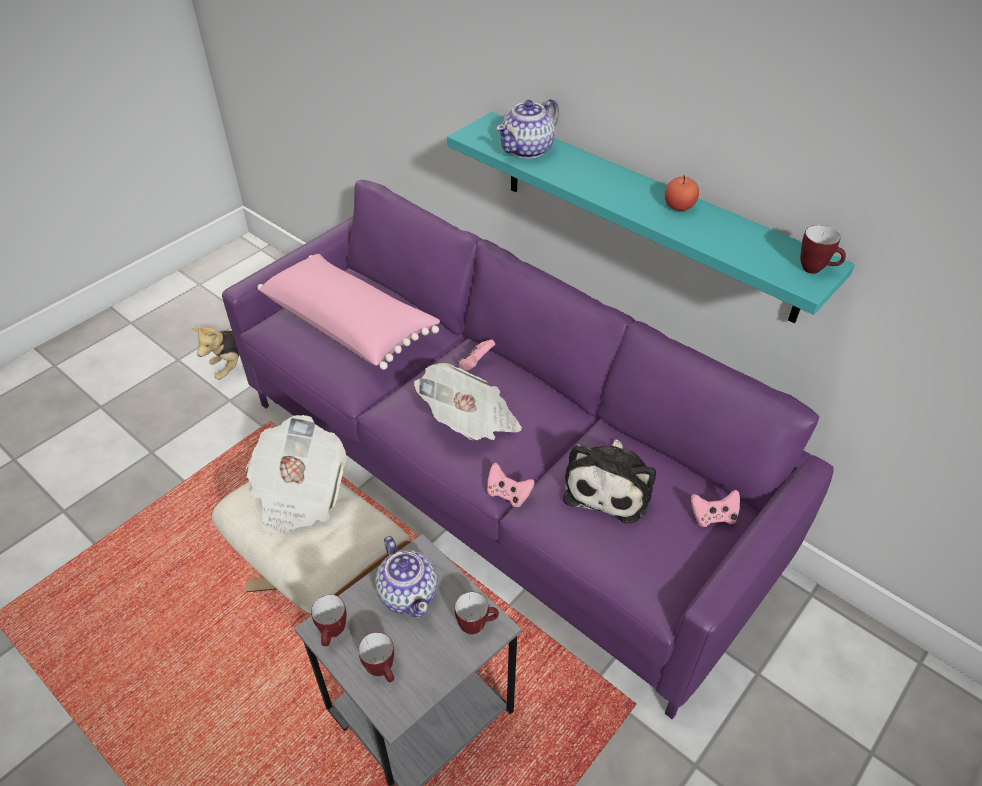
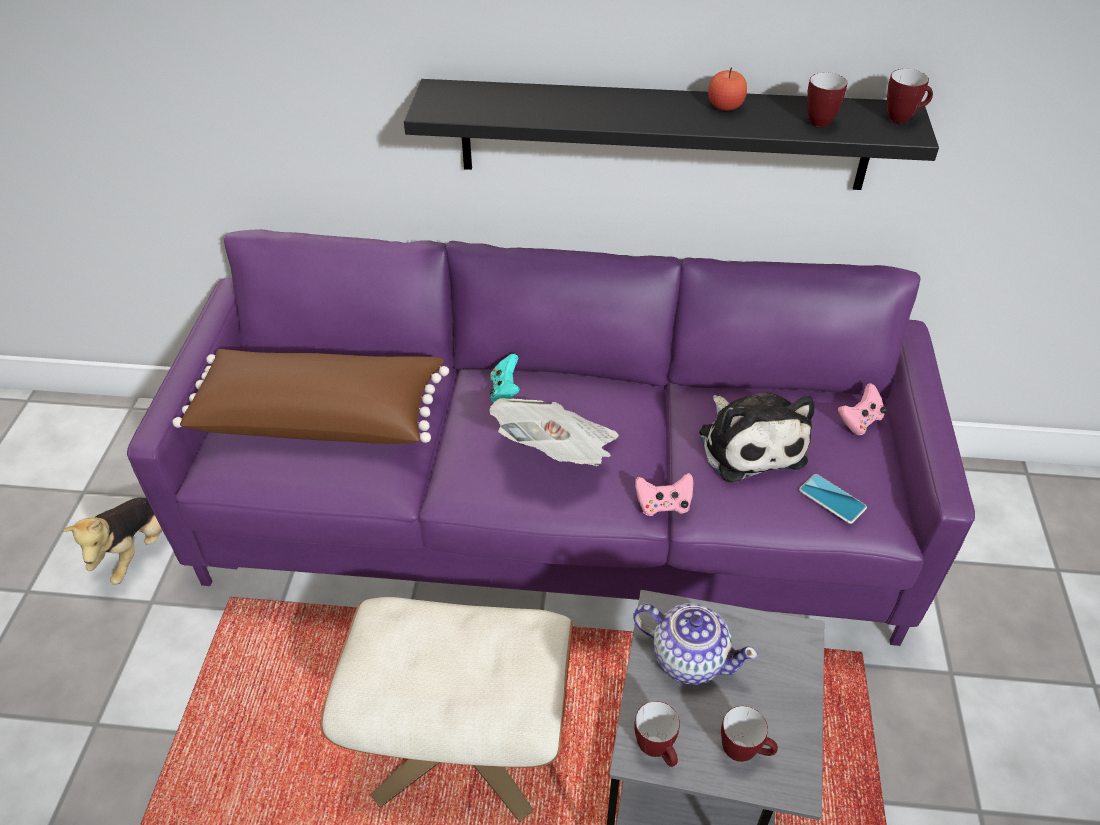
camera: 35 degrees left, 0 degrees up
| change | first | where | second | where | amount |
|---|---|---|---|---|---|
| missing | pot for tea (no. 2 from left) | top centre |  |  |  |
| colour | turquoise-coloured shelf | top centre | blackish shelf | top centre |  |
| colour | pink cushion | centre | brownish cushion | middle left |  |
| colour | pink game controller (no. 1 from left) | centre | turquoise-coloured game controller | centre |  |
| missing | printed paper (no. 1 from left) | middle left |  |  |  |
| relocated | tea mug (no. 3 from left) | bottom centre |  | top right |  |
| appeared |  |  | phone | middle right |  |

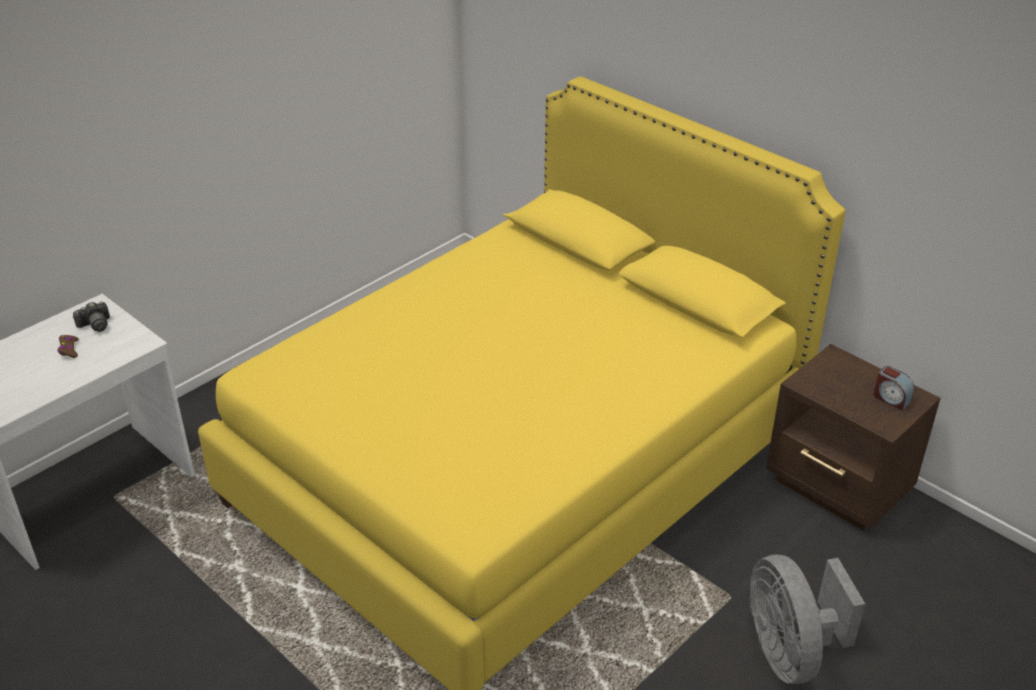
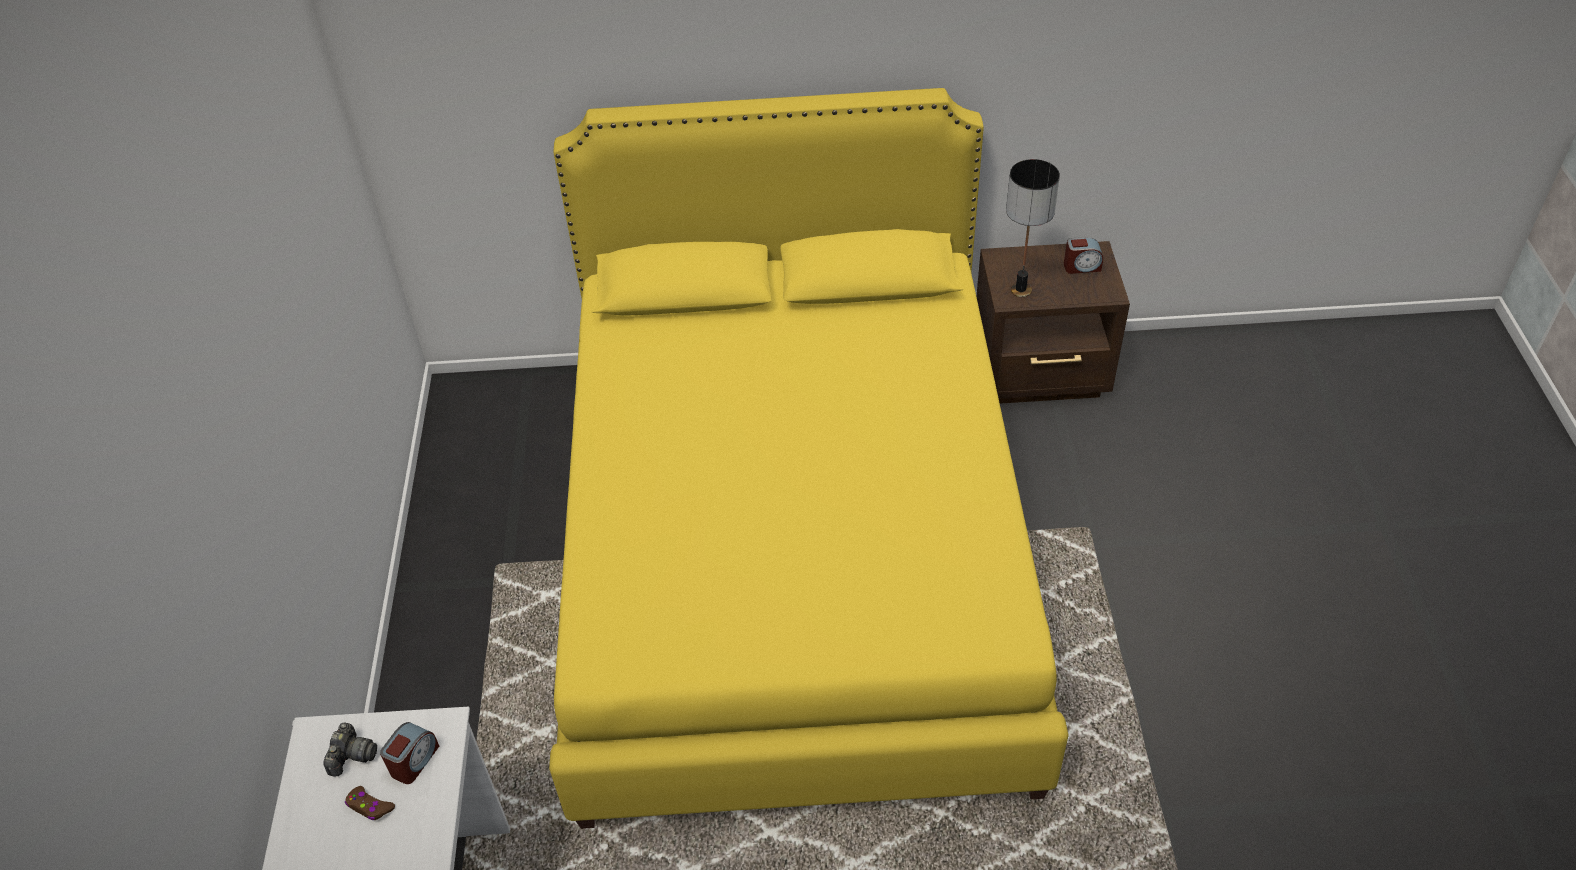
camera: 45 degrees left, 10 degrees up
| change | first | where | second | where | amount |
|---|---|---|---|---|---|
| missing | greyish cooling fan | bottom right |  |  |  |
| appeared |  |  | tabletop lamp | top centre |  |
| appeared |  |  | bedside clock (no. 1 from left) | bottom left |  |

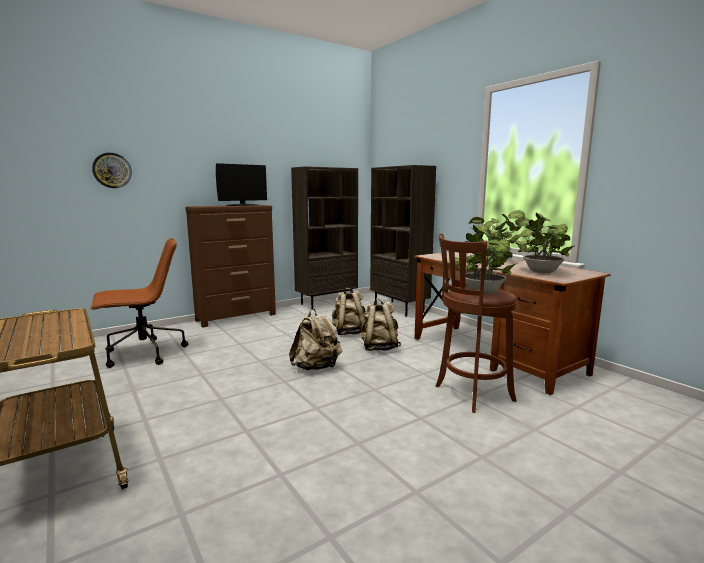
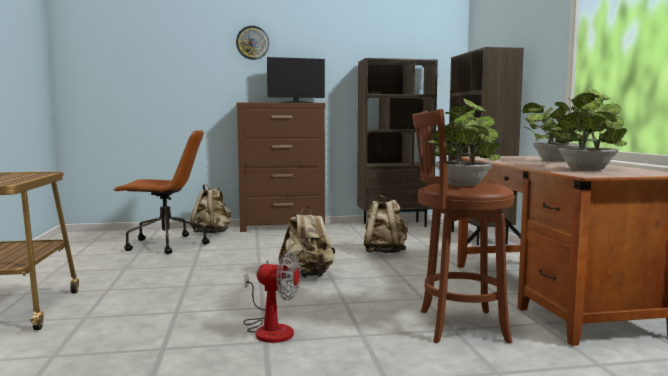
camera: 25 degrees right, 5 degrees down
| change | first | where | second | where | amount |
|---|---|---|---|---|---|
| relocated | wall clock | top left |  | top centre |  |
| relocated | beige-coloured backpack (no. 3 from left in the first image) | centre | beige-coloured backpack (no. 1 from left) | middle left |  |
| appeared |  |  | cooling fan | bottom centre |  |

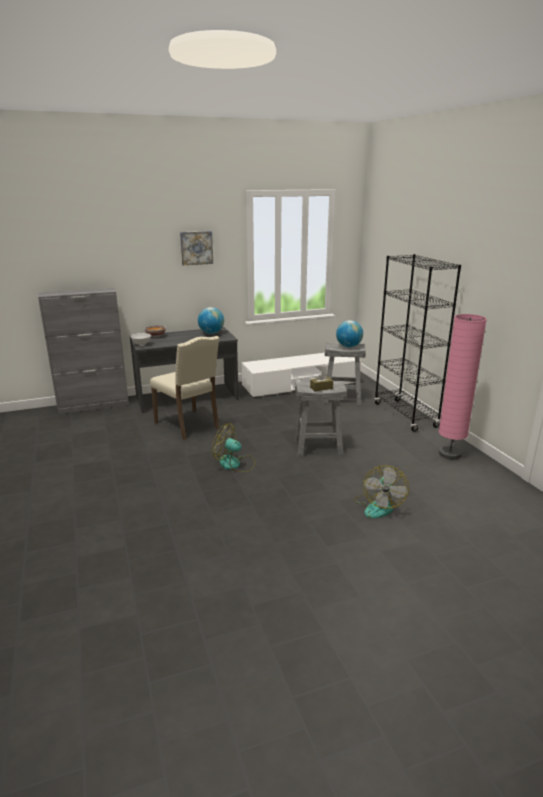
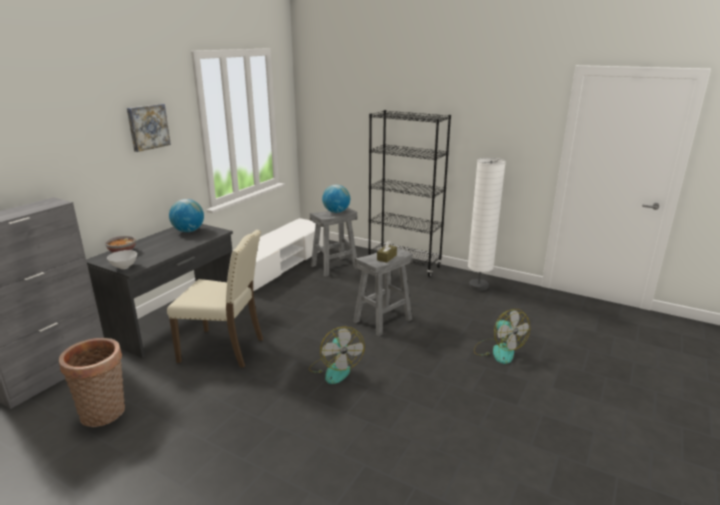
camera: 40 degrees left, 0 degrees up
| change | first | where | second | where | amount |
|---|---|---|---|---|---|
| colour | pink floor lamp | middle right | white floor lamp | middle right |  |
| spun | cooling fan (no. 1 from left) | centre |  | bottom centre | 90 degrees counterclockwise |
| appeared |  |  | household basket | bottom left |  |

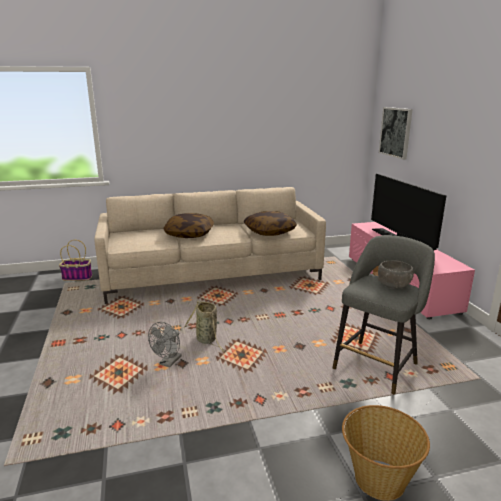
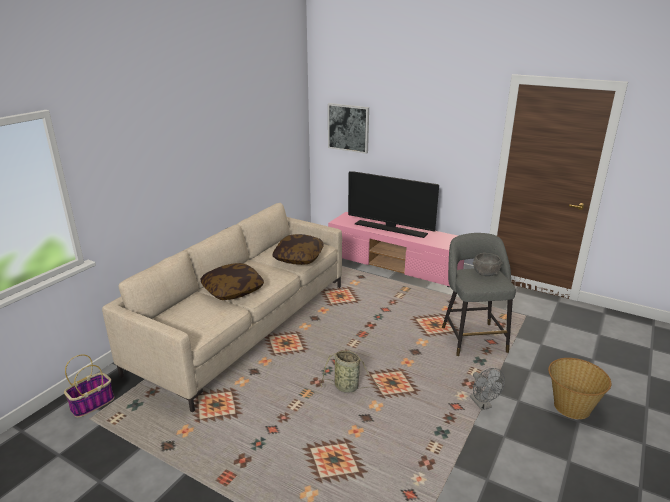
camera: 45 degrees left, 5 degrees up
| change | first | where | second | where | amount |
|---|---|---|---|---|---|
| relocated | greyish cooling fan | bottom left |  | bottom right |  |

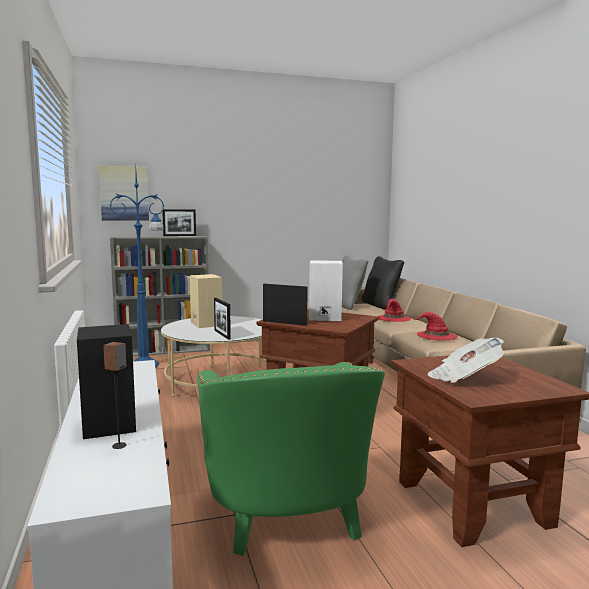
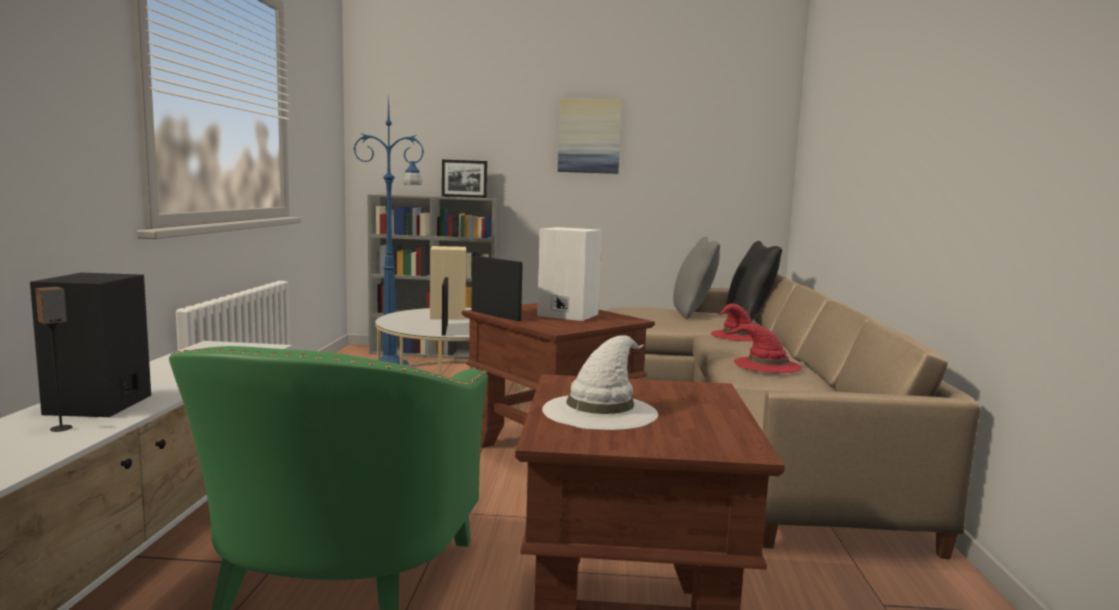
camera: 20 degrees right, 0 degrees up
| change | first | where | second | where | amount |
|---|---|---|---|---|---|
| relocated | picture | top left |  | top centre |  |
| exchanged | printed paper | middle right | white wearable hat | centre |  |

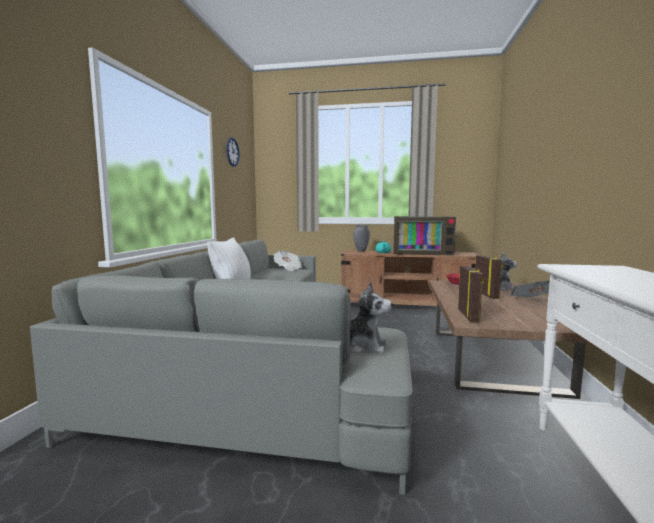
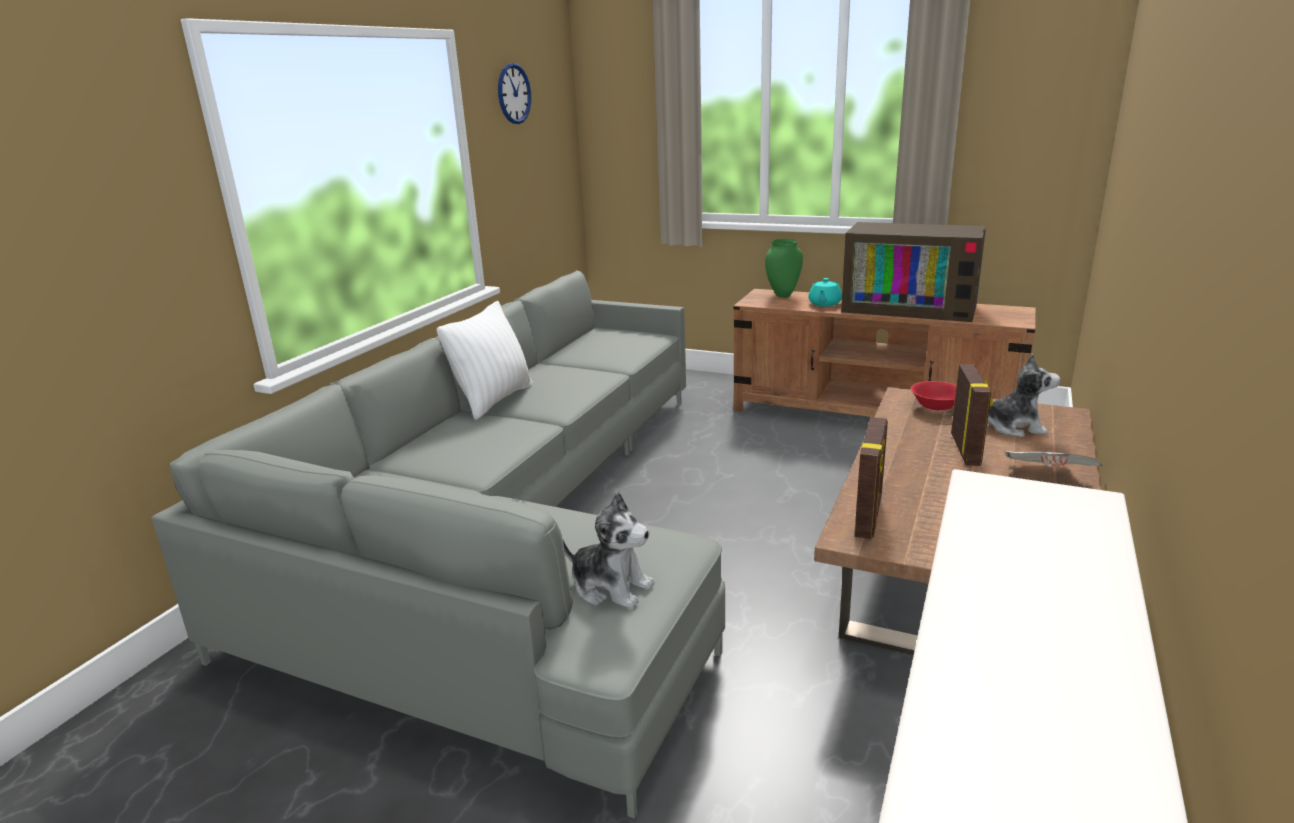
camera: 15 degrees right, 15 degrees up
| change | first | where | second | where | amount |
|---|---|---|---|---|---|
| colour | greyish decorative vase | centre | green-coloured decorative vase | top centre |  |
| missing | printed paper (no. 1 from left) | centre |  |  |  |

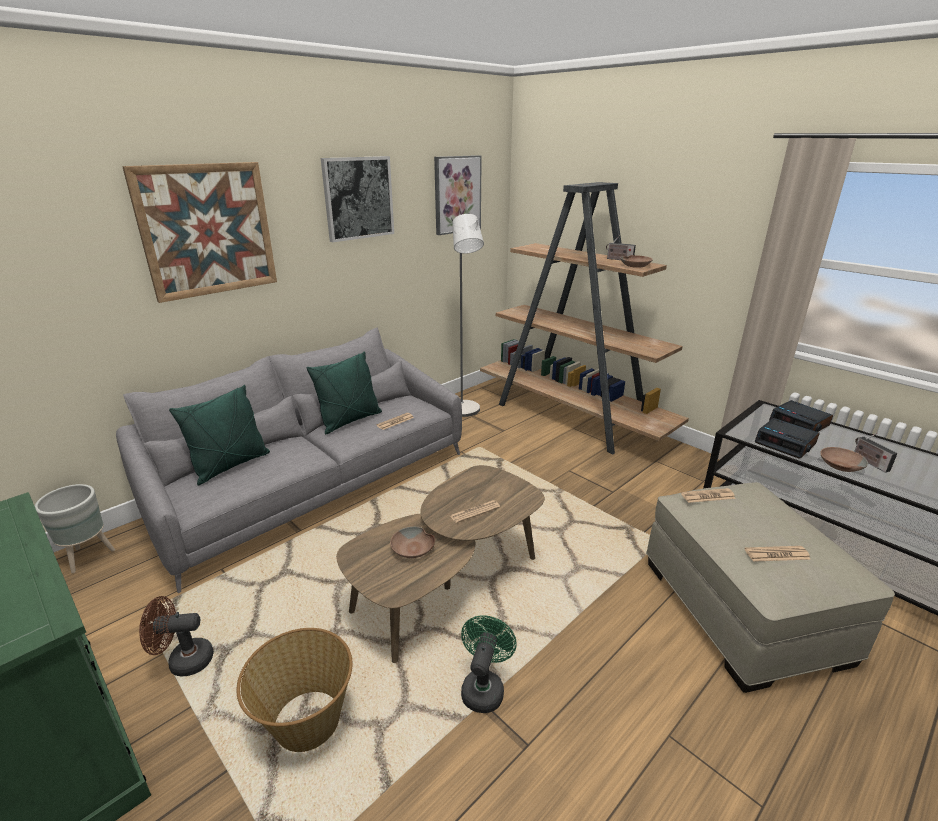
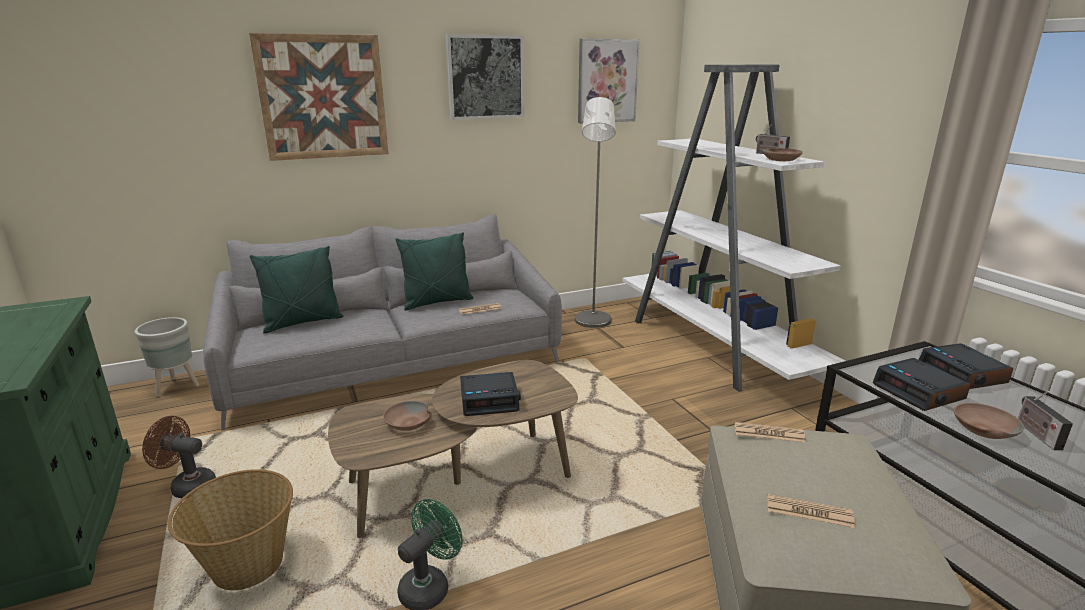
camera: 20 degrees right, 5 degrees down
| change | first | where | second | where | amount |
|---|---|---|---|---|---|
| colour | brownish bookcase | centre | white bookcase | middle right |  |
| exchanged | printed paper (no. 2 from left) | centre | bedside clock (no. 1 from left) | centre |  |

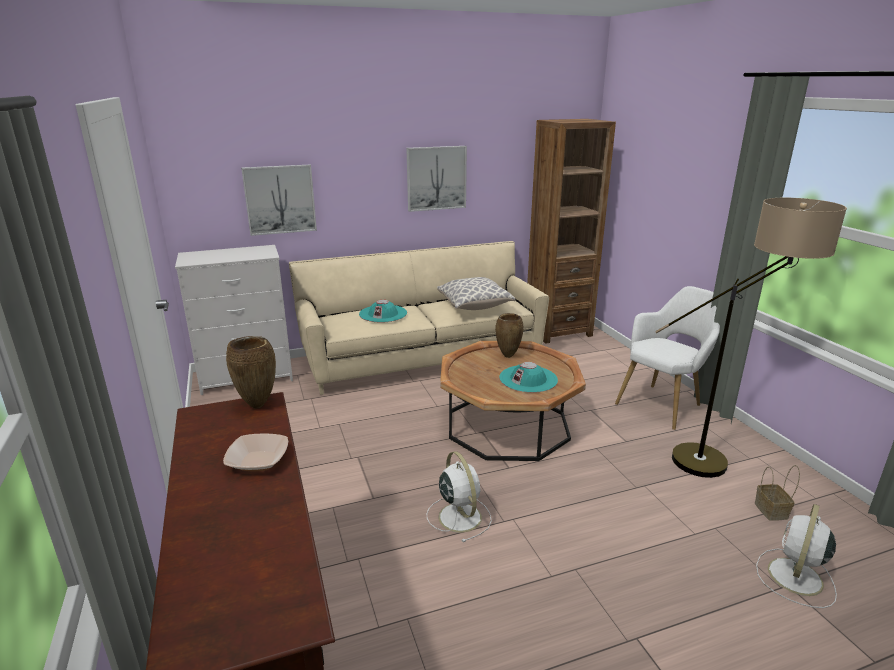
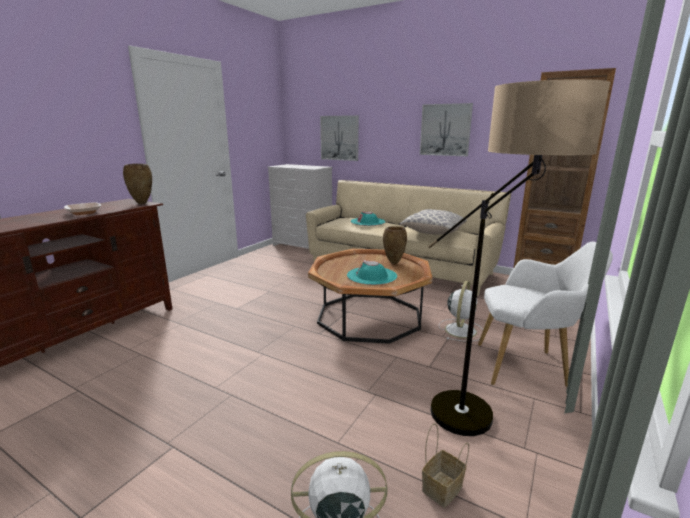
camera: 50 degrees right, 5 degrees down
| change | first | where | second | where | amount |
|---|---|---|---|---|---|
| relocated | white cooling fan (no. 1 from left in the first image) | bottom centre | white cooling fan (no. 2 from left) | middle right |  |

